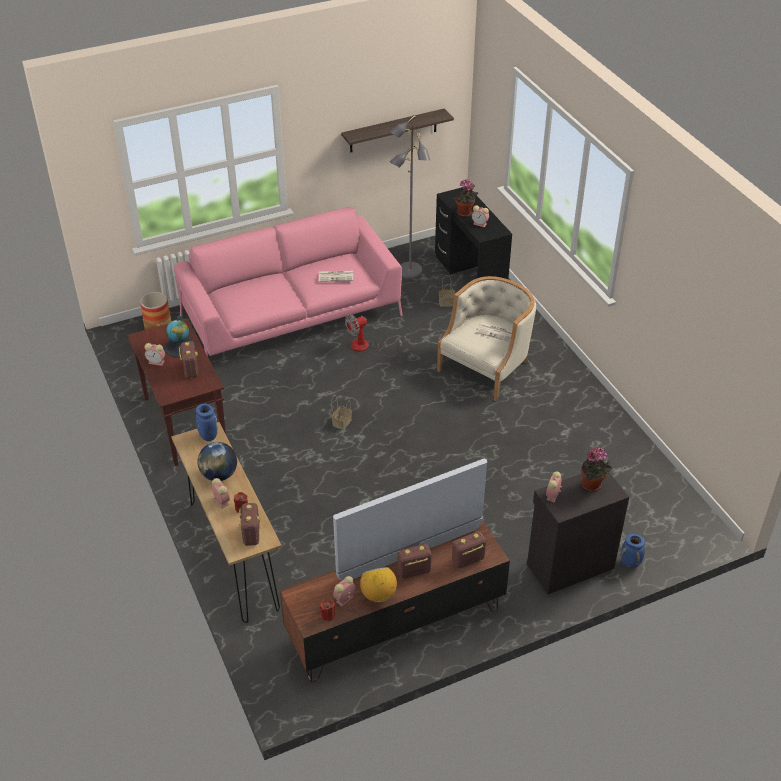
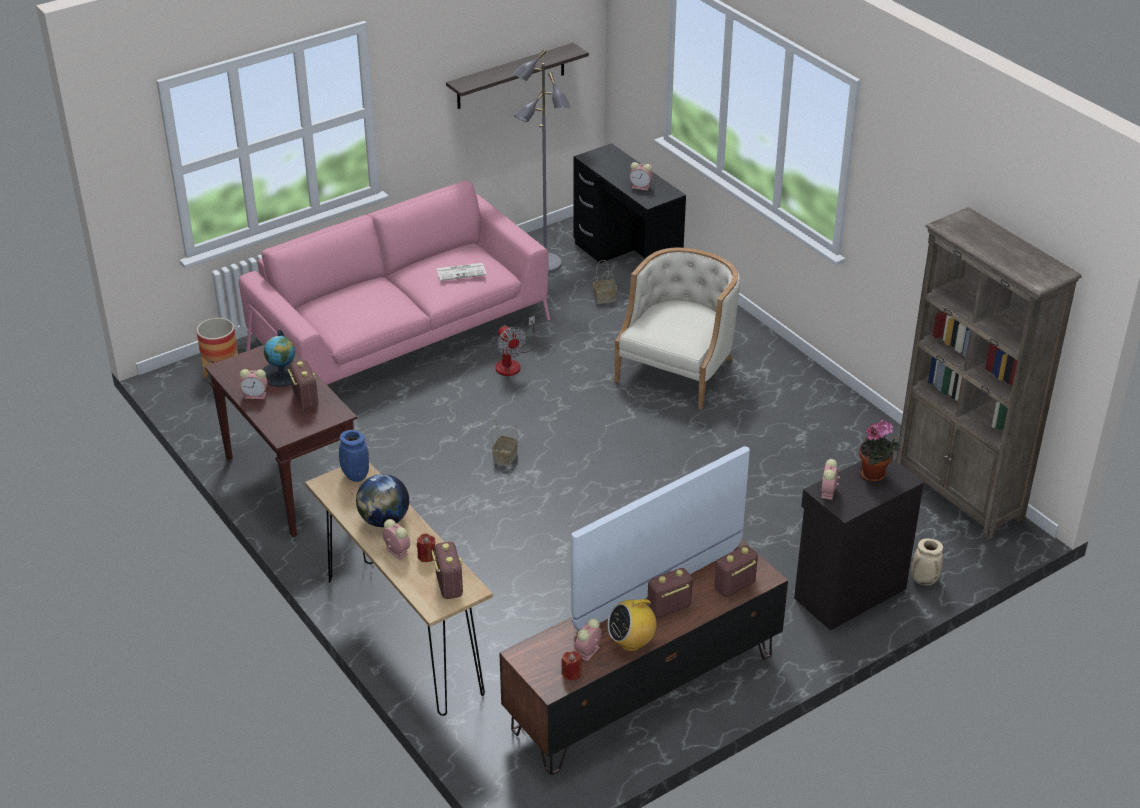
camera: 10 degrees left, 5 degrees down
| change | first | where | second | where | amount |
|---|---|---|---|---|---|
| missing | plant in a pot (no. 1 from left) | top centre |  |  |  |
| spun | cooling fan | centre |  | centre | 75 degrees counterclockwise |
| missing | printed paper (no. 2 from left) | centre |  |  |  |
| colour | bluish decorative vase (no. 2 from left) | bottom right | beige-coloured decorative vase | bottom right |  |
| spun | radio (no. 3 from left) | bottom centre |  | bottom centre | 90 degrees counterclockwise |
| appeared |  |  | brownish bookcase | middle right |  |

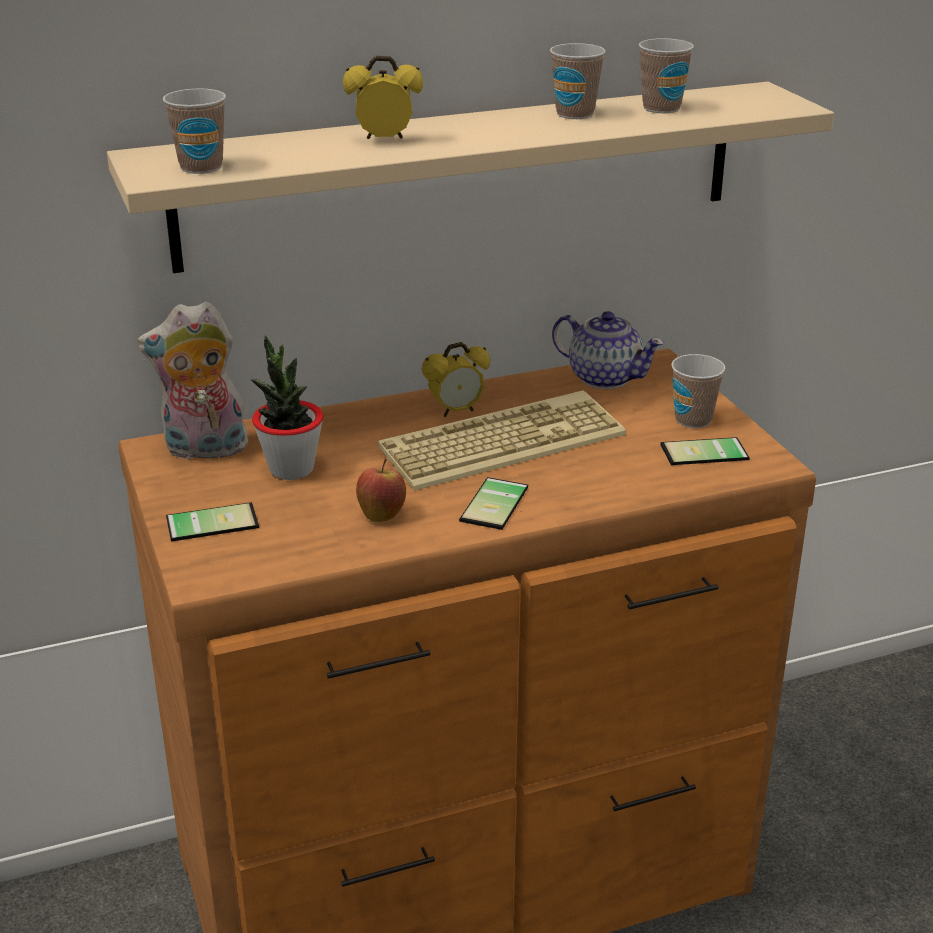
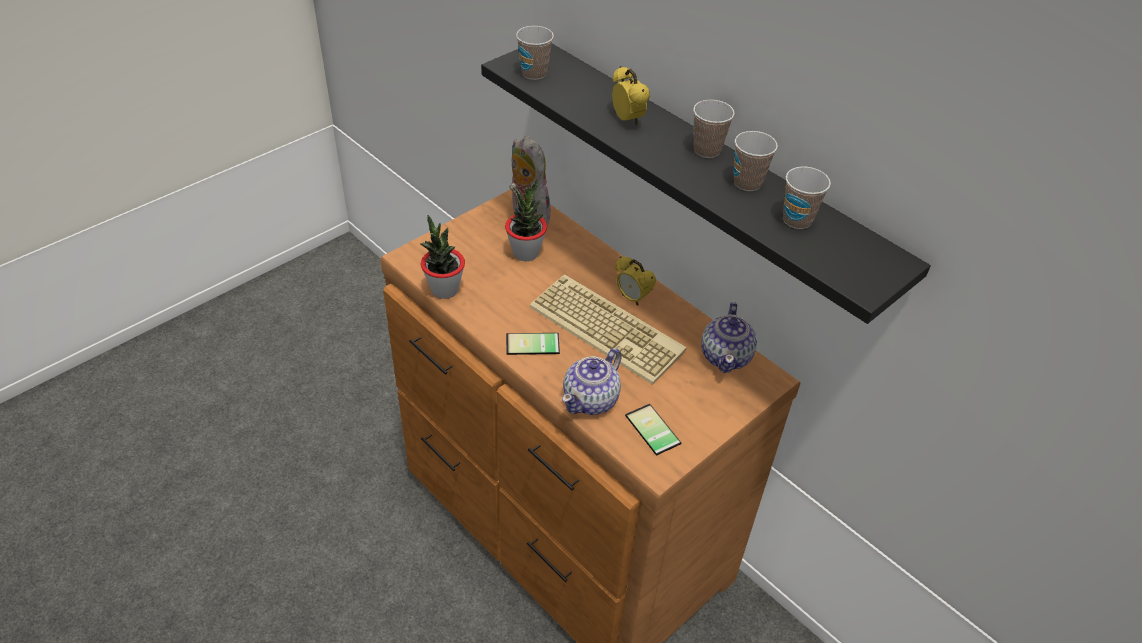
camera: 65 degrees right, 15 degrees up
| change | first | where | second | where | amount |
|---|---|---|---|---|---|
| colour | beige-coloured shelf | top centre | blackish shelf | top centre |  |
| relocated | small cup (no. 4 from left in the first image) | middle right | small cup (no. 2 from left) | top centre |  |
| missing | whole apple | centre |  |  |  |
| missing | phone (no. 1 from left) | middle left |  |  |  |
| appeared |  |  | plant in a pot (no. 1 from left) | centre |  |
| appeared |  |  | pot for tea (no. 1 from left) | centre |  |

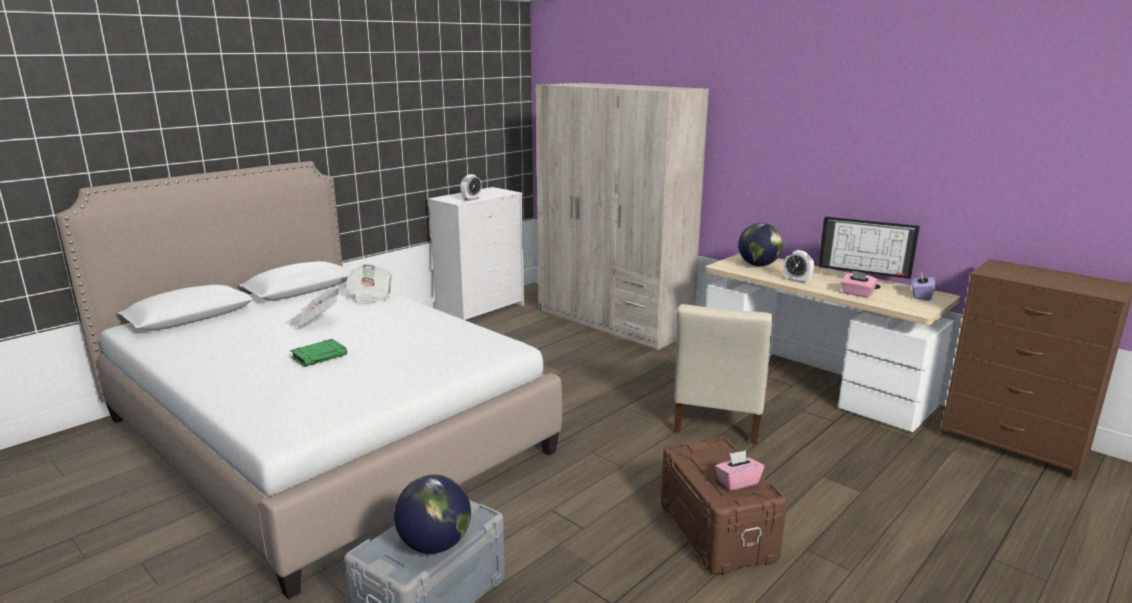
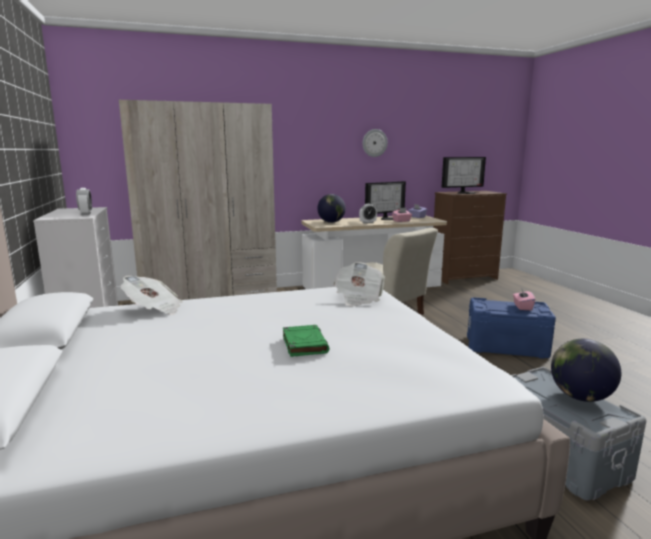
camera: 60 degrees left, 5 degrees down
| change | first | where | second | where | amount |
|---|---|---|---|---|---|
| relocated | printed paper (no. 1 from left in the first image) | middle left | printed paper (no. 2 from left) | centre |  |
| colour | brownish storage container | bottom centre | bluish storage container | middle right |  |
| appeared |  |  | wall clock | top centre |  |
| appeared |  |  | monitor (no. 2 from left) | top right |  |

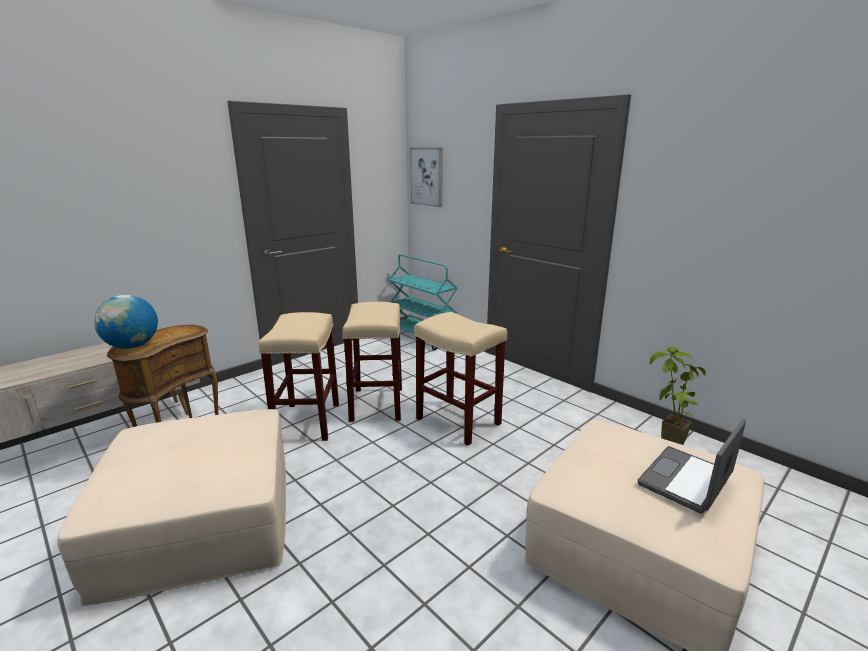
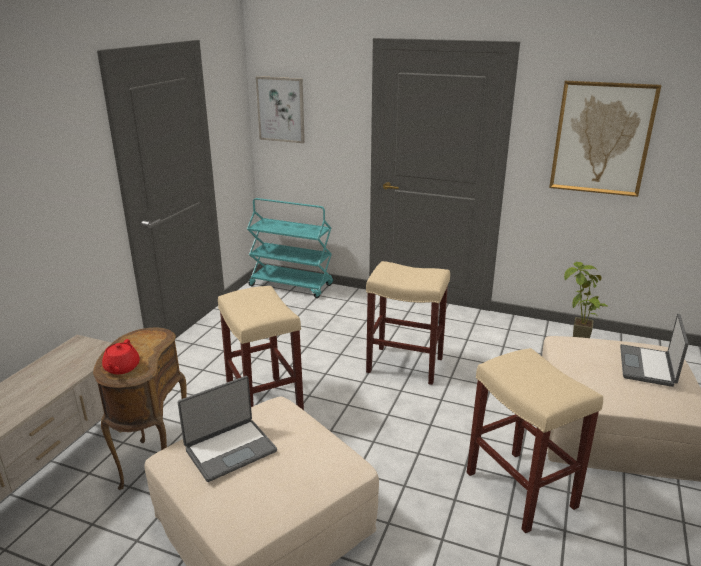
camera: 25 degrees left, 5 degrees up
| change | first | where | second | where | amount |
|---|---|---|---|---|---|
| exchanged | globe | middle left | red-coloured pot for tea | middle left |  |
| relocated | beige-coloured stool seat (no. 2 from left in the first image) | centre | beige-coloured stool seat (no. 3 from left) | bottom right |  |
| appeared |  |  | picture (no. 2 from left) | top right |  |
| appeared |  |  | portable computer (no. 1 from left) | bottom left |  |

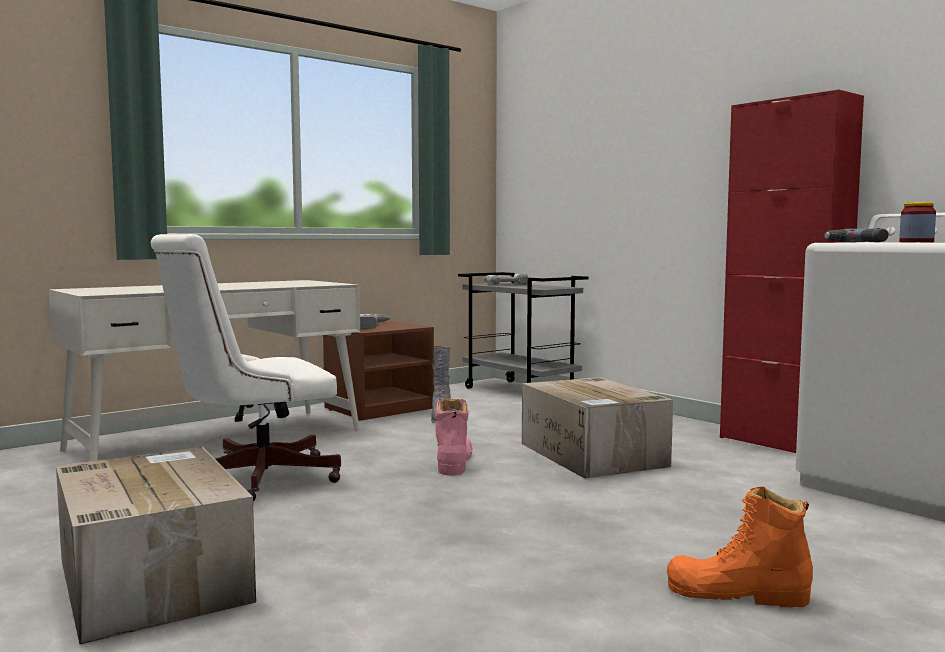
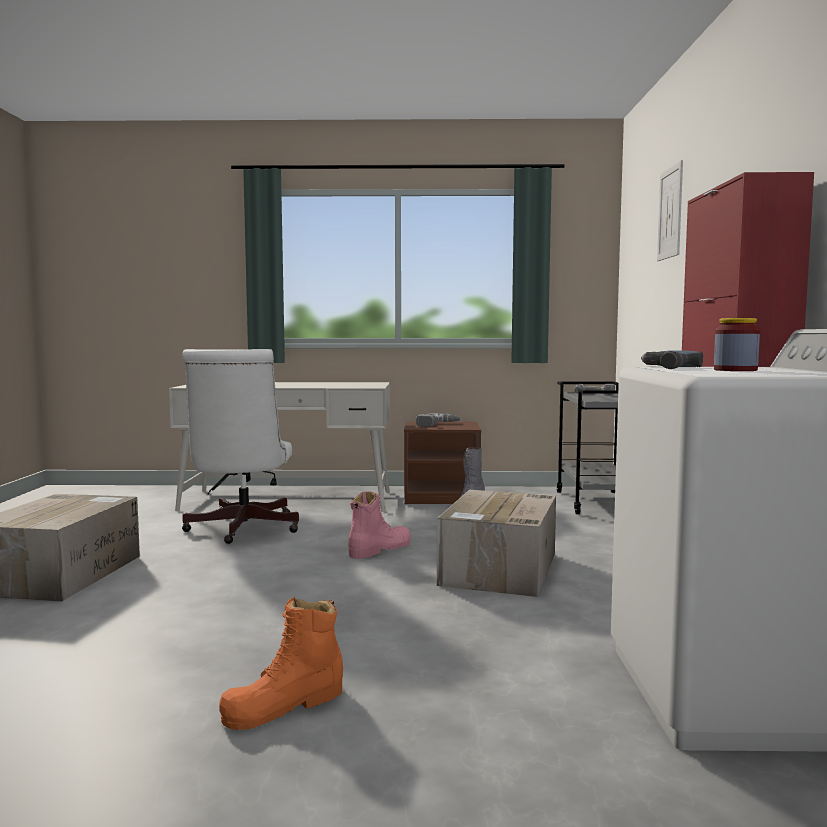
camera: 40 degrees right, 0 degrees up
| change | first | where | second | where | amount |
|---|---|---|---|---|---|
| spun | white office chair | middle left |  | middle left | 105 degrees counterclockwise |
| spun | orange tall boot | bottom right |  | bottom centre | 90 degrees counterclockwise |
| appeared |  |  | picture | top right |  |

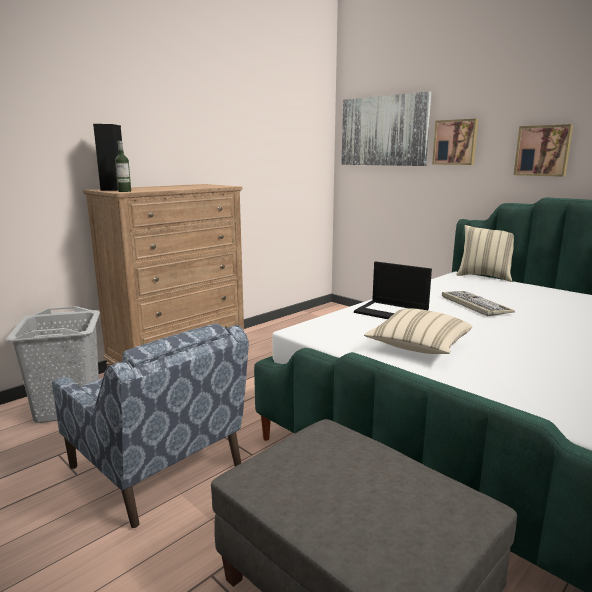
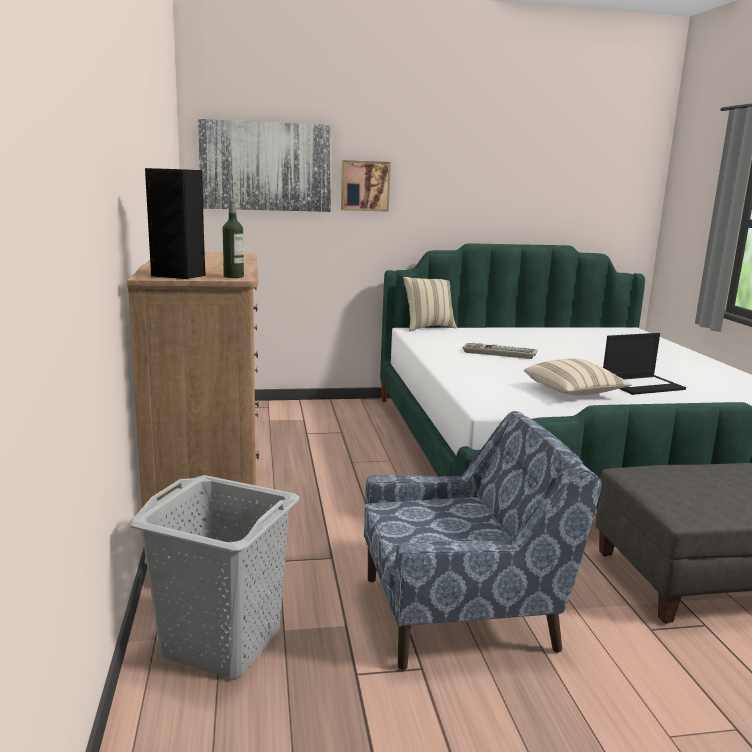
camera: 55 degrees left, 0 degrees up
| change | first | where | second | where | amount |
|---|---|---|---|---|---|
| missing | picture (no. 3 from left) | top right |  |  |  |
| relocated | portable computer | centre |  | middle right |  |

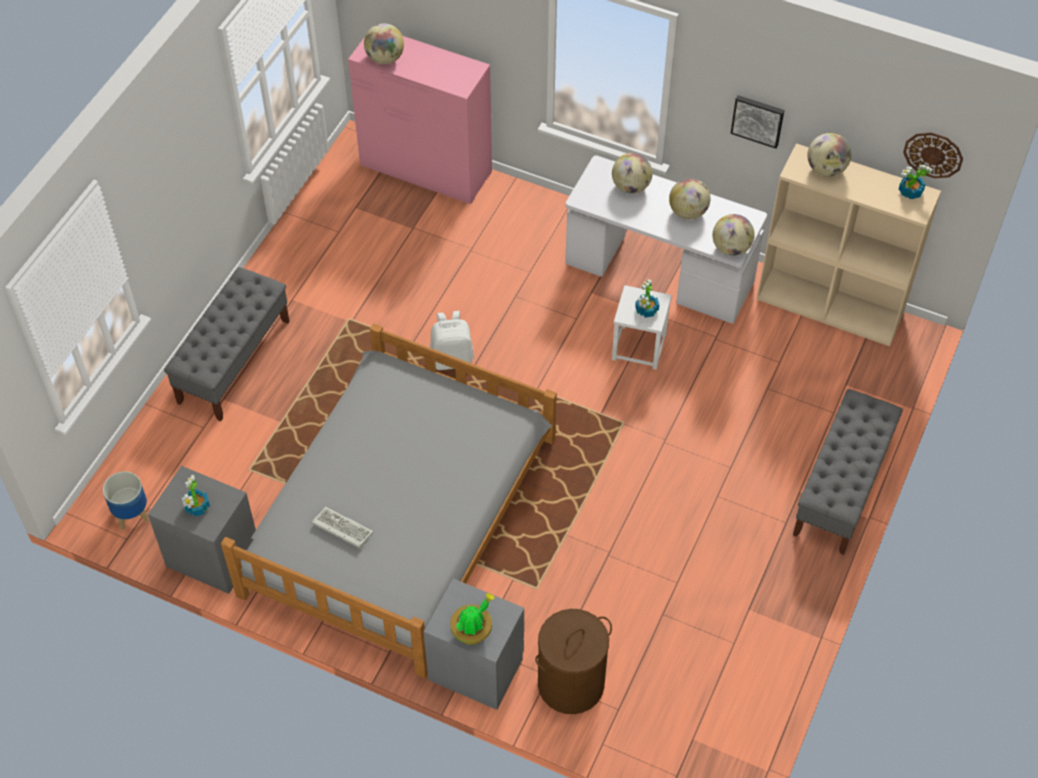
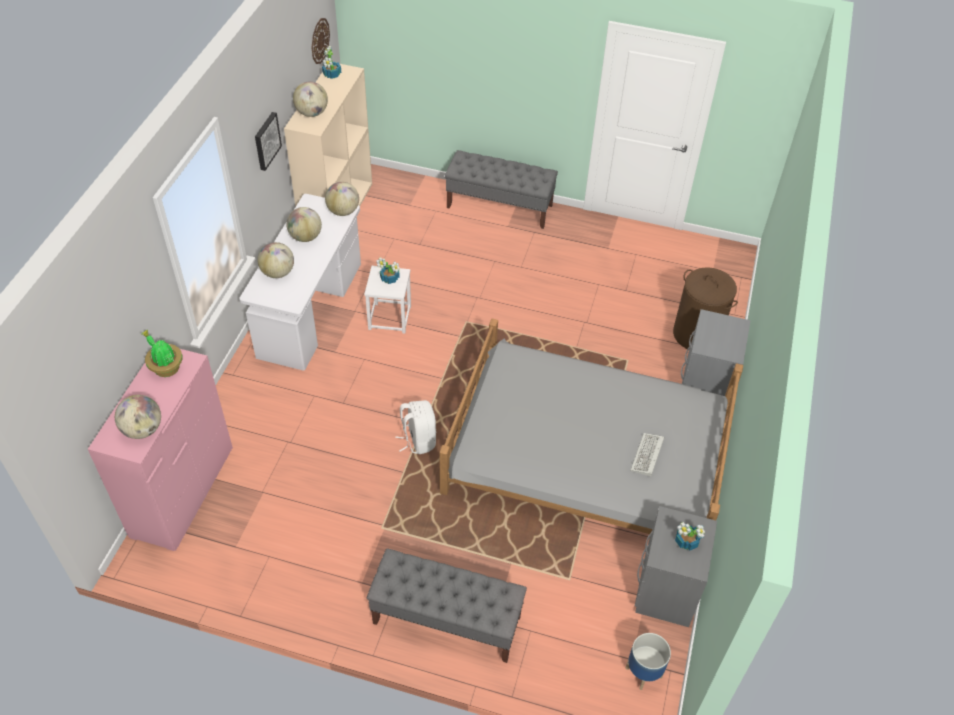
camera: 100 degrees left, 5 degrees down
| change | first | where | second | where | amount |
|---|---|---|---|---|---|
| relocated | plant in a pot (no. 2 from left in the first image) | bottom centre | plant in a pot (no. 1 from left) | middle left |  |

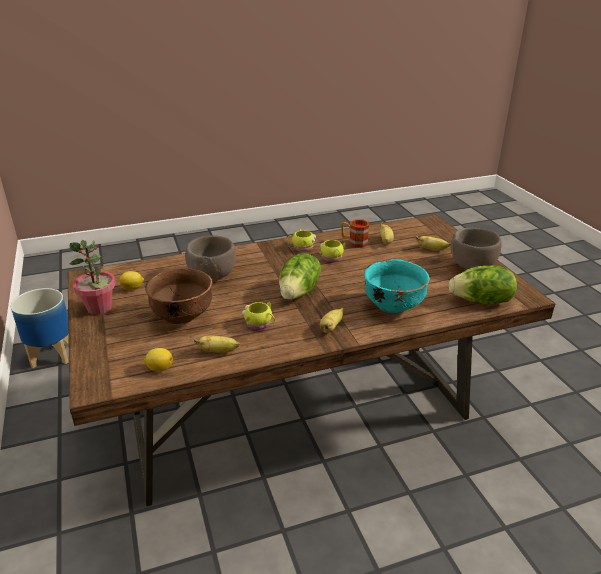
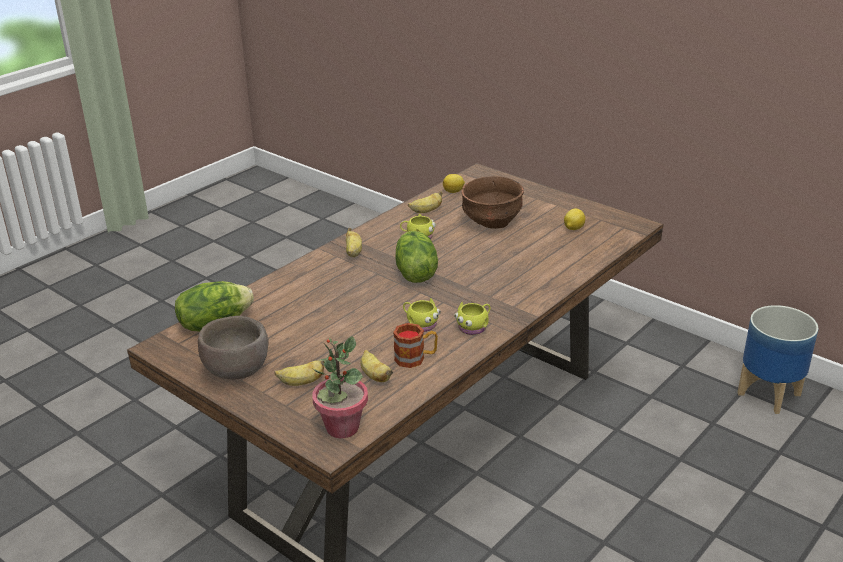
camera: 150 degrees right, 0 degrees up
| change | first | where | second | where | amount |
|---|---|---|---|---|---|
| missing | brownish bowl (no. 2 from left) | centre |  |  |  |
| relocated | plant in a pot | middle left |  | bottom centre |  |
| missing | turquoise-coloured bowl | centre |  |  |  |

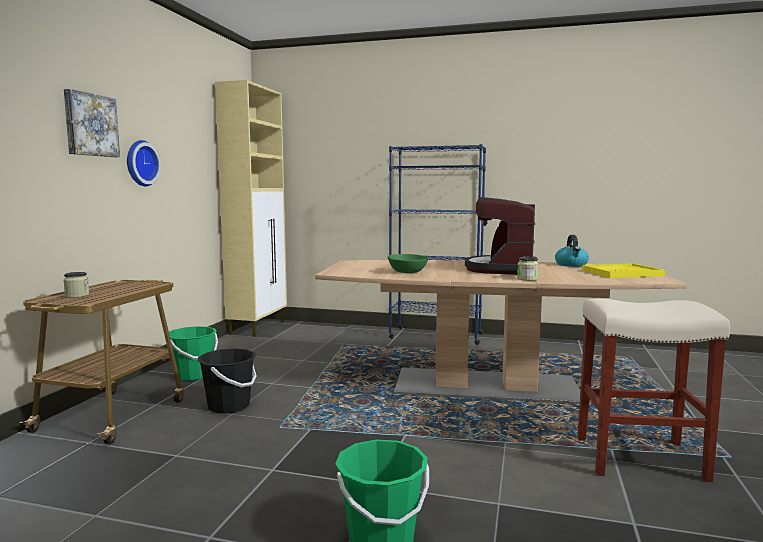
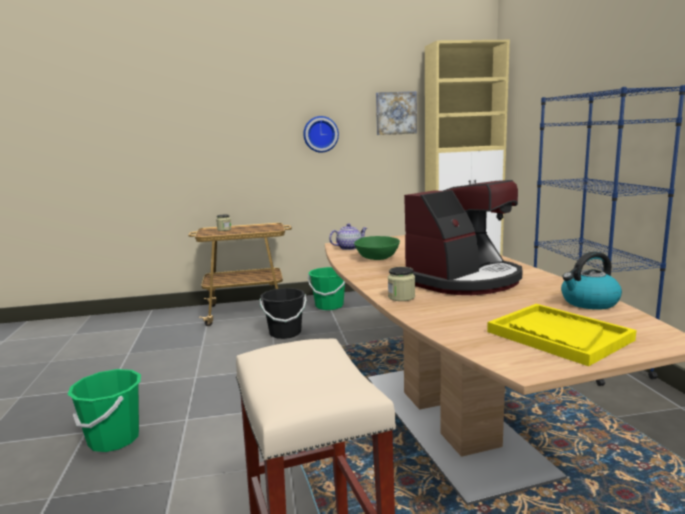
camera: 65 degrees right, 5 degrees up
| change | first | where | second | where | amount |
|---|---|---|---|---|---|
| relocated | picture | top left |  | top centre |  |
| spun | coffee machine | centre |  | middle right | 150 degrees clockwise |
| appeared |  |  | pot for tea | centre |  |

